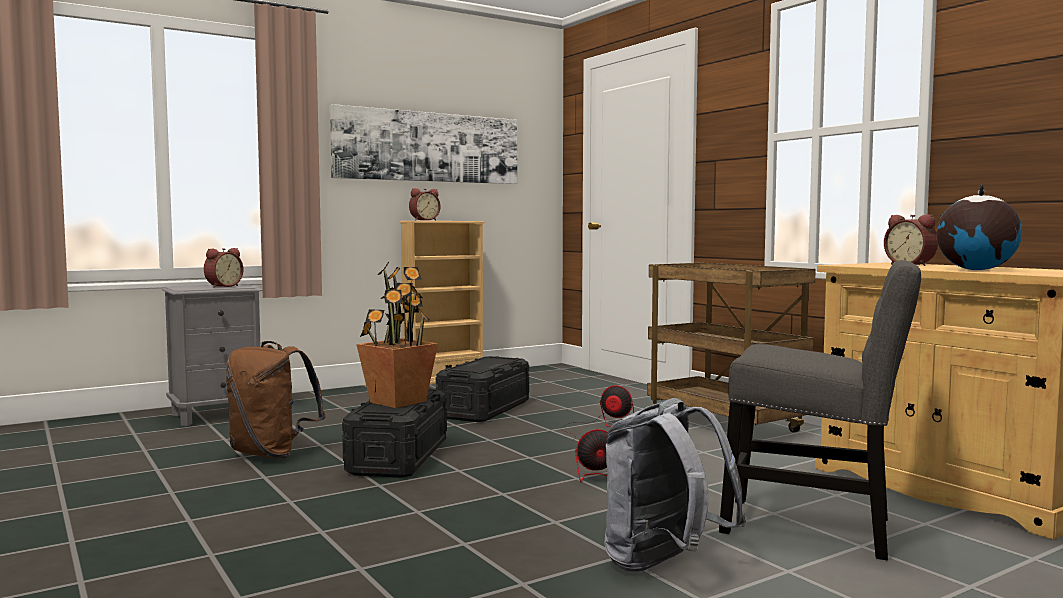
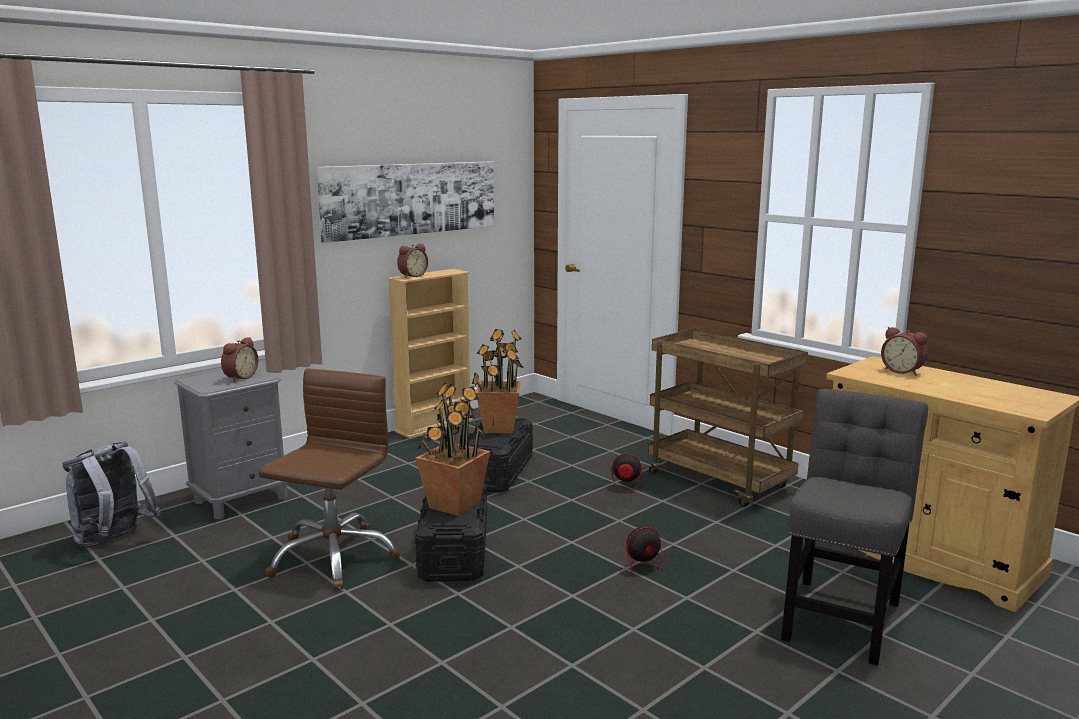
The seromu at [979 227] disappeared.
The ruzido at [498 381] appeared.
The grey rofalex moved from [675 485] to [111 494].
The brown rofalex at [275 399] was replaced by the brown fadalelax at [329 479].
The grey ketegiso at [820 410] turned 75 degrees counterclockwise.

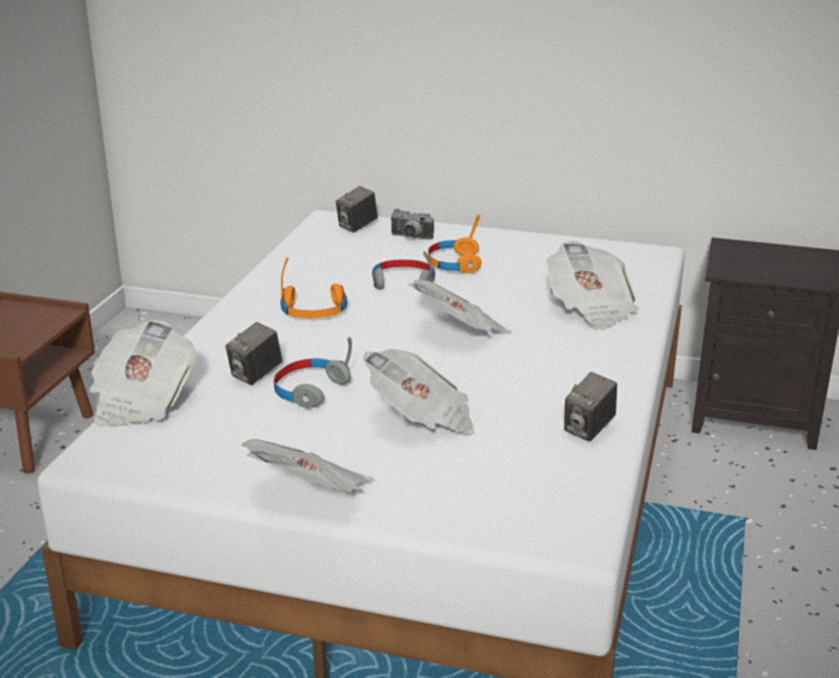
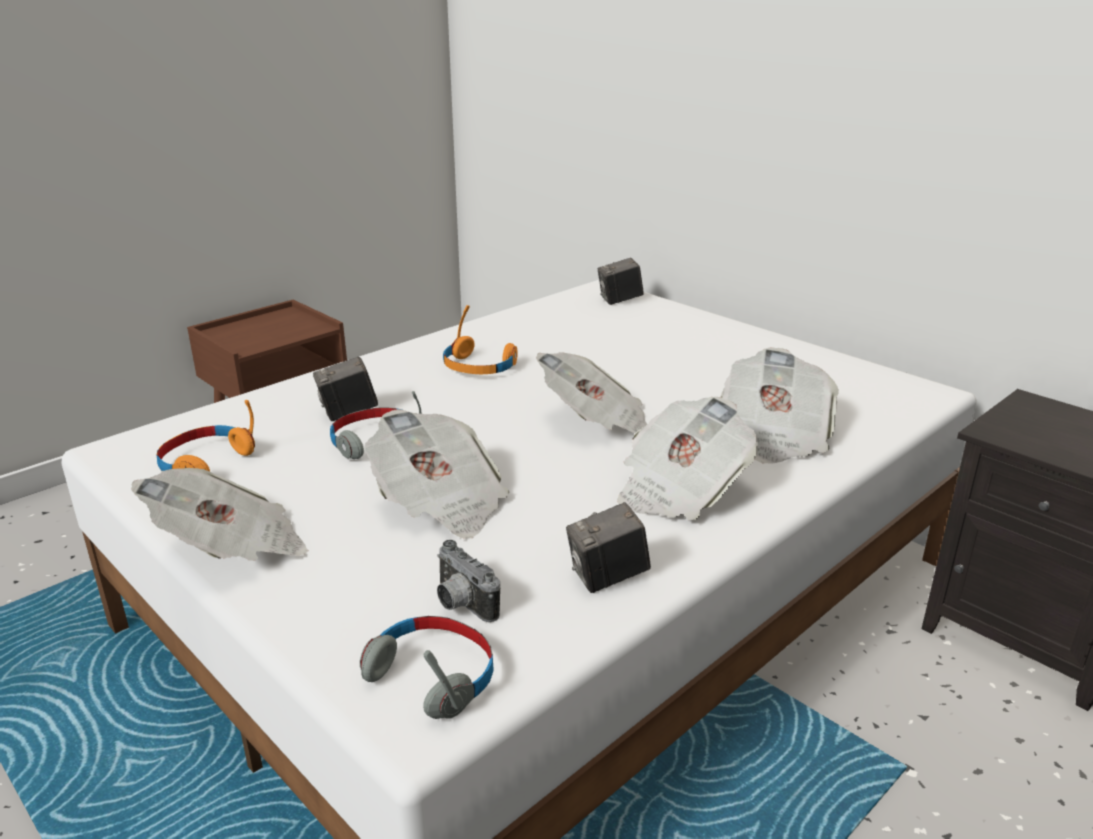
The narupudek moved from [143 373] to [687 458].
The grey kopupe moved from [403 270] to [426 667].
The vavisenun moved from [412 224] to [468 581].
The orange kopupe moved from [455 243] to [205 435].

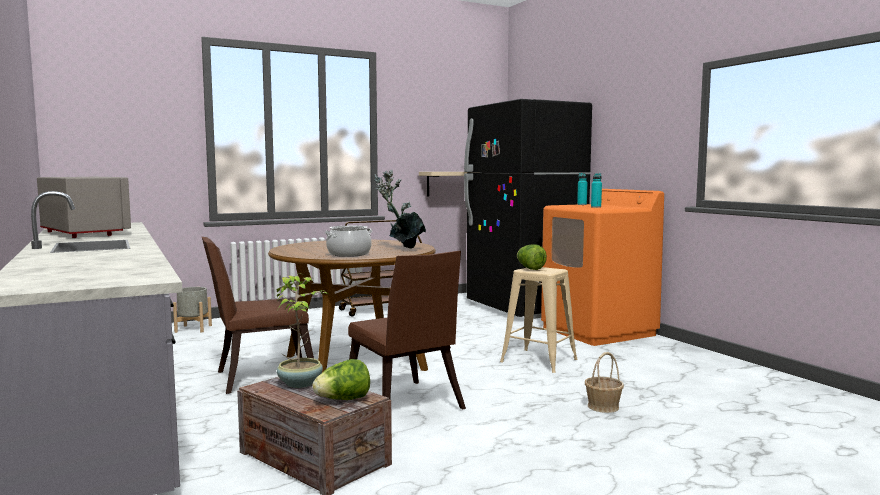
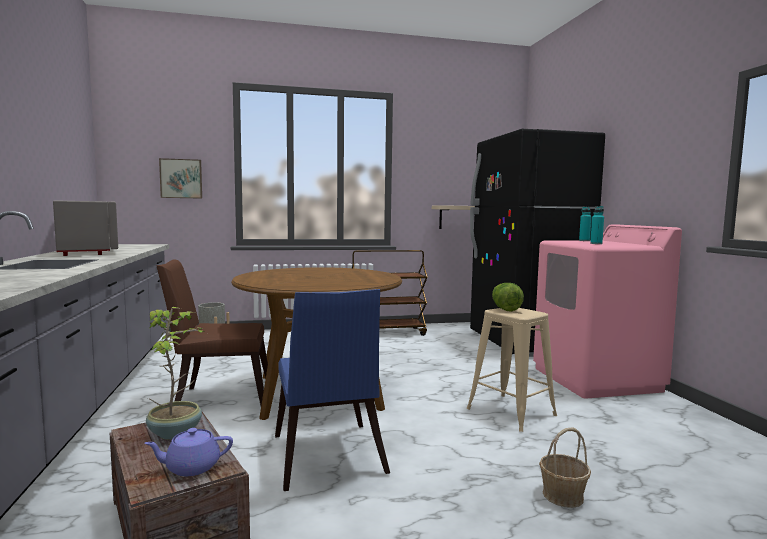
The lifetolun at [348 241] disappeared.
The ruzido at [400 209] disappeared.
The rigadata at [180 178] appeared.
The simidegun at [341 379] was replaced by the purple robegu at [188 452].
The brown ketegiso at [407 330] became the blue ketegiso at [332 390].
The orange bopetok at [602 267] became the pink bopetok at [607 311].

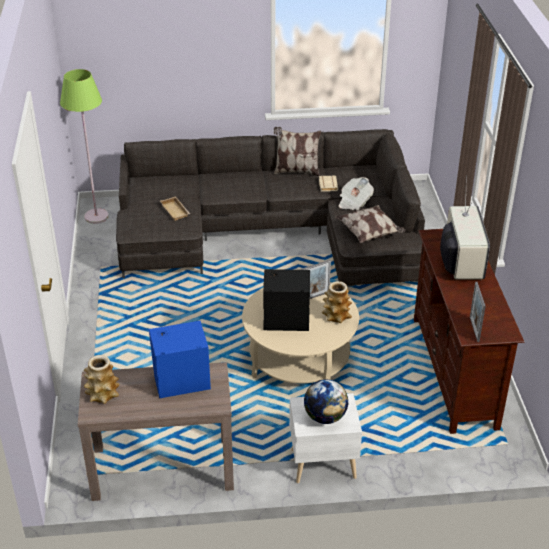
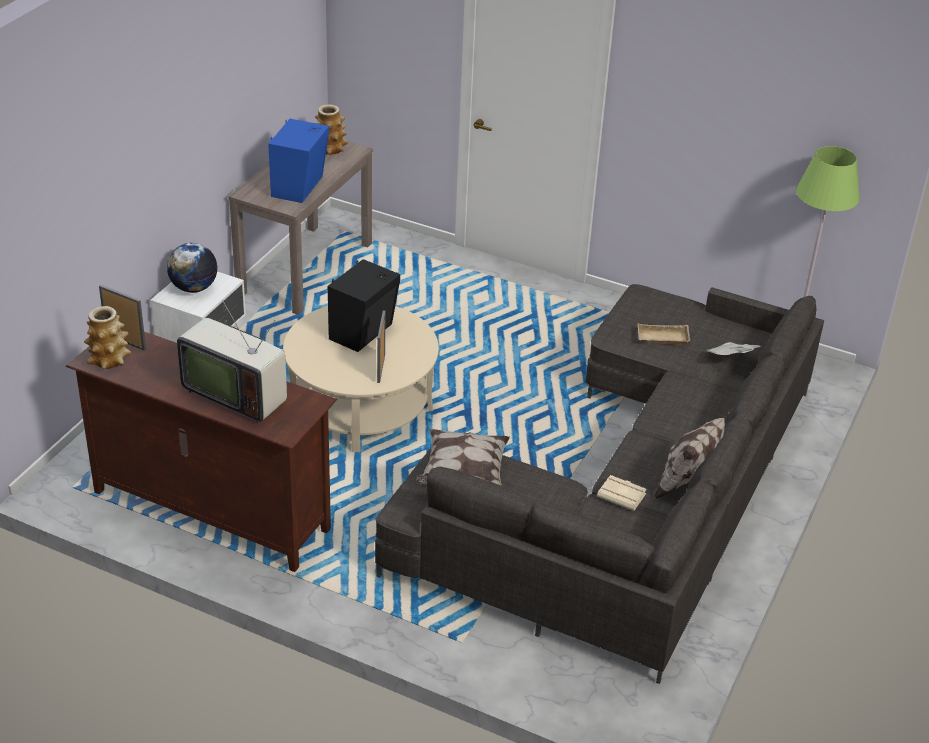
The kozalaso moved from [337 302] to [107 337].
The narupudek moved from [356 193] to [734 348].

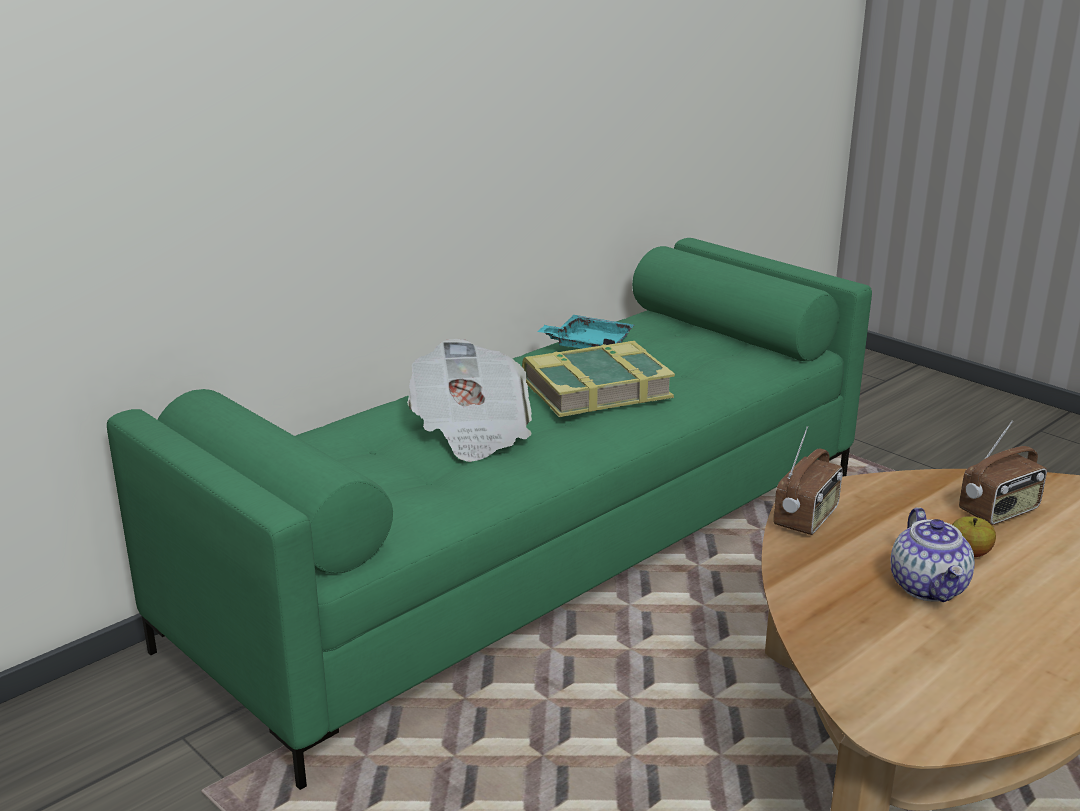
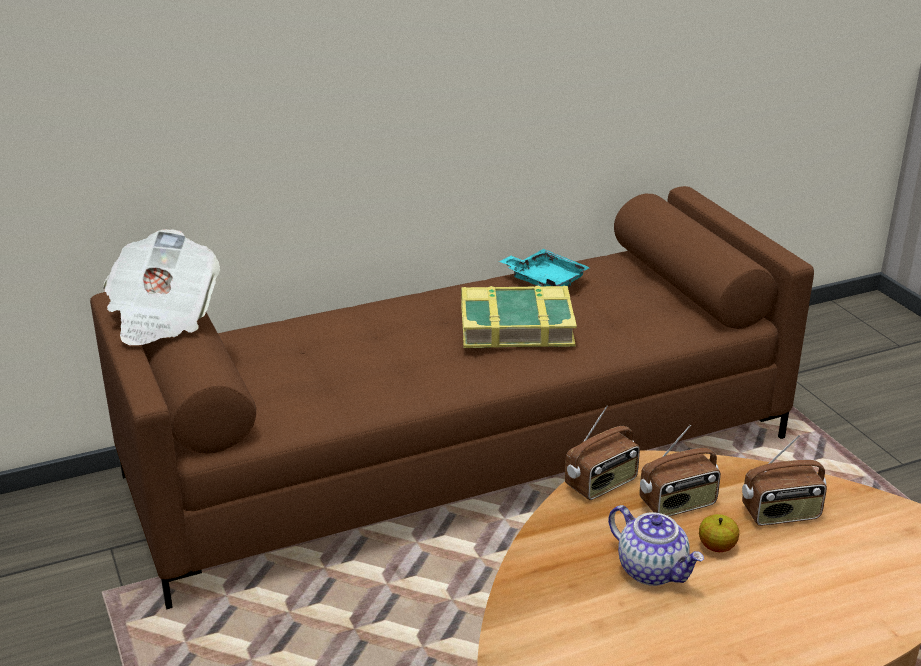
The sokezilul at [680 470] appeared.
The narupudek moved from [469 400] to [161 287].
The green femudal at [489 514] became the brown femudal at [452 397].
The robegu at [932 554] turned 60 degrees counterclockwise.

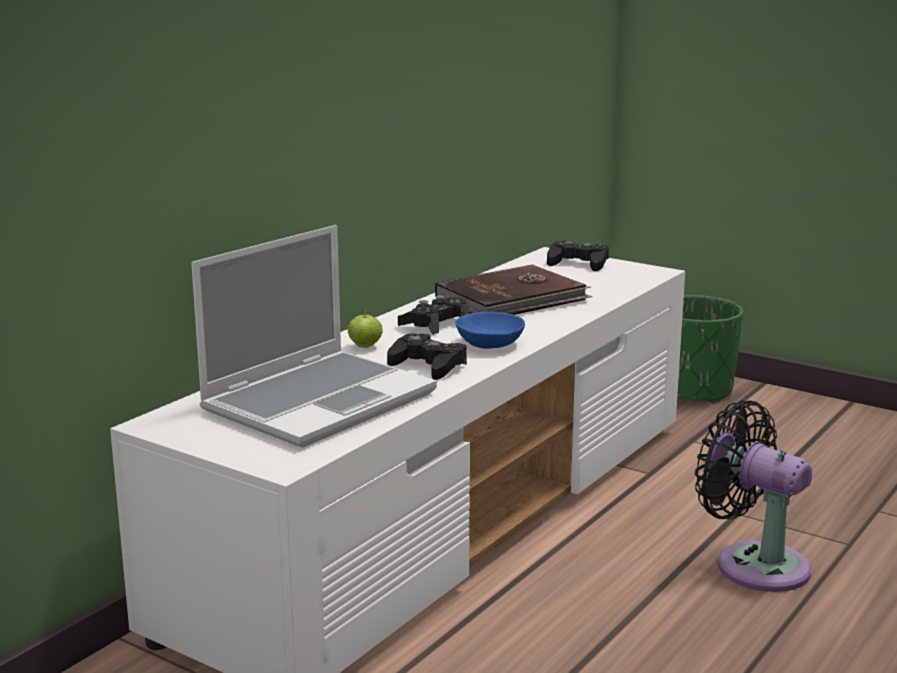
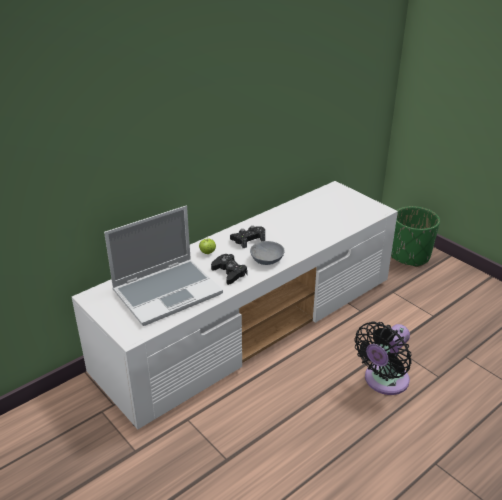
The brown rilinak at [513 290] disappeared.
The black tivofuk at [578 255] disappeared.
The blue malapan at [490 330] became the grey malapan at [267 253].
The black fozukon at [753 496] turned 105 degrees counterclockwise.

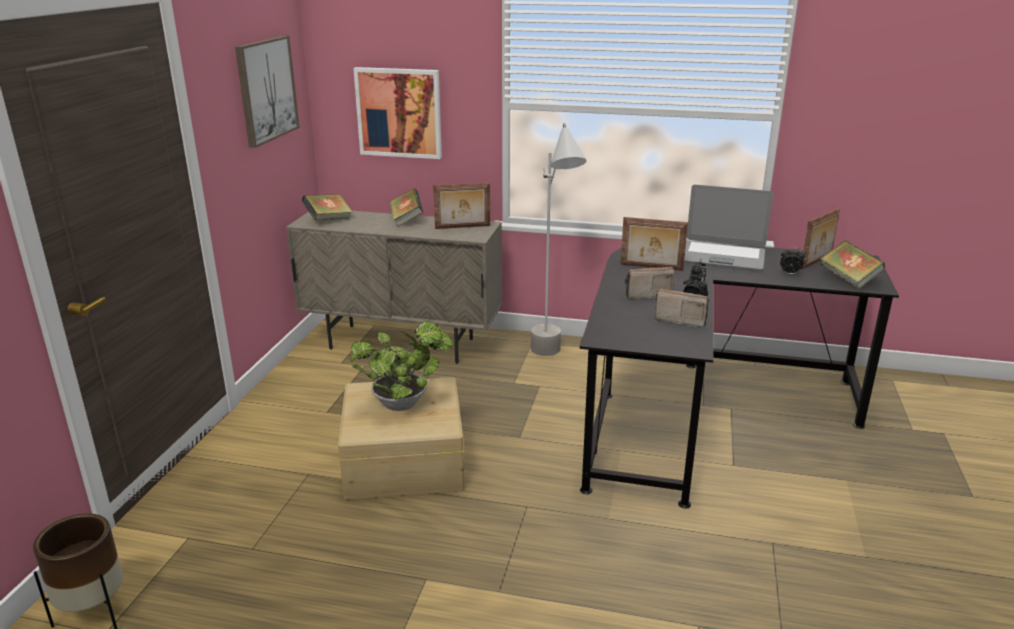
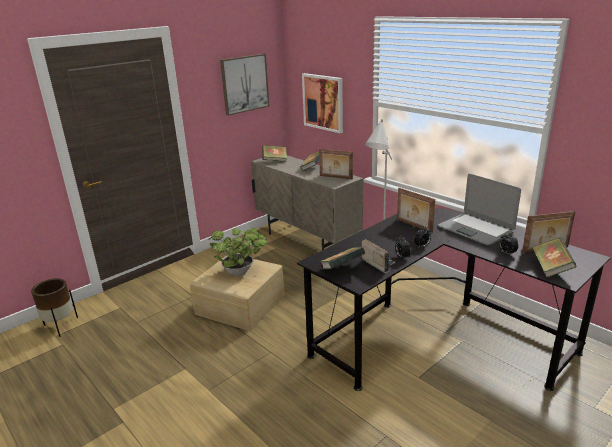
The sokezilul at [650 283] disappeared.
The rilinak at [342 258] appeared.

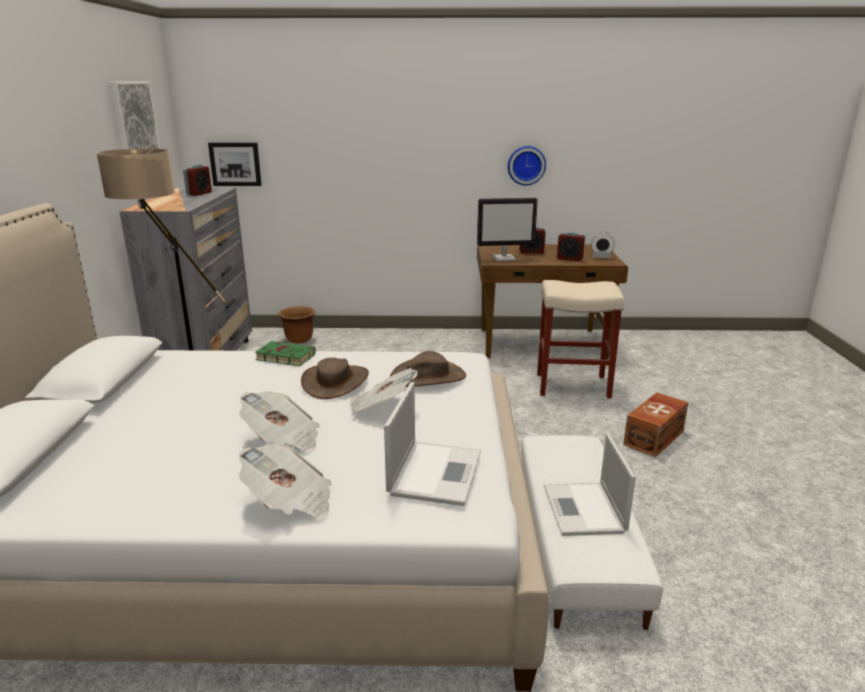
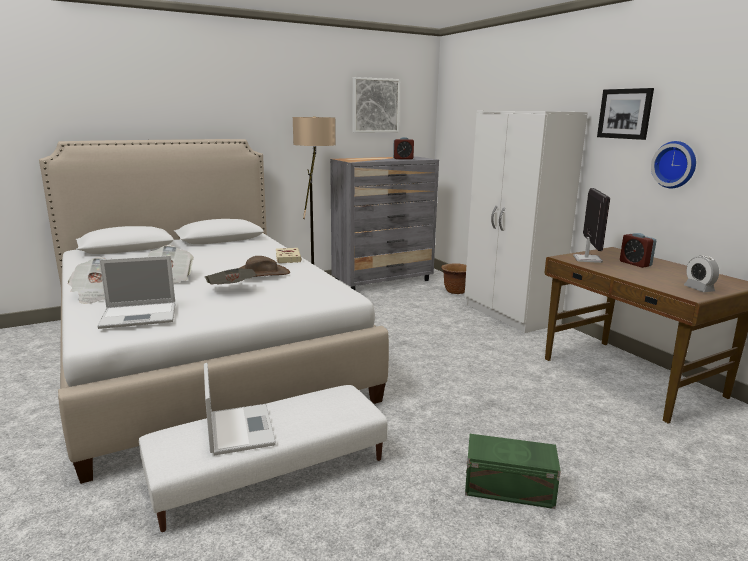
The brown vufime at [428 369] disappeared.
The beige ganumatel at [580 339] disappeared.
The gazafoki at [571 246] disappeared.
The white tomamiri at [526 222] appeared.
The rigadata moved from [235 164] to [625 114].
The green rilinak at [285 353] became the beige rilinak at [289 255].
The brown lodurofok at [655 425] became the green lodurofok at [513 471].
The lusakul at [507 229] turned 135 degrees counterclockwise.
The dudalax at [590 484] turned 105 degrees clockwise.

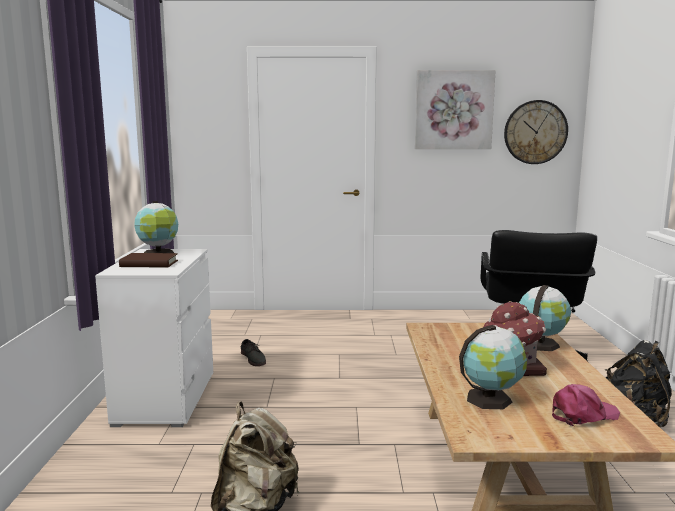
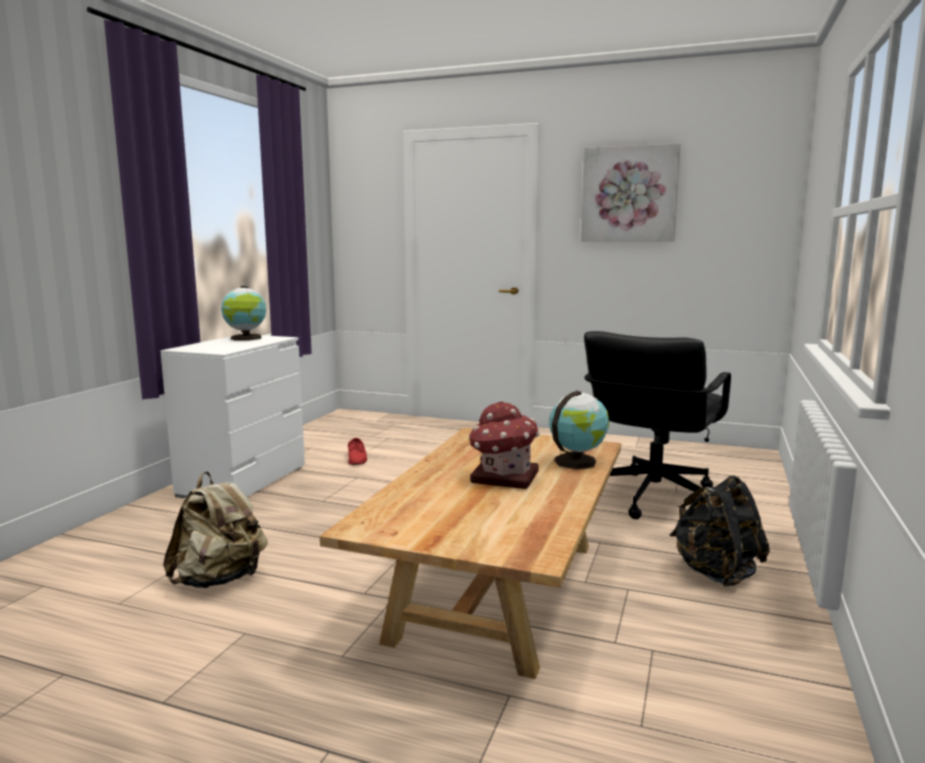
The brown rilinak at [148 260] disappeared.
The seromu at [493 367] disappeared.
The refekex at [536 132] disappeared.
The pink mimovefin at [586 405] disappeared.
The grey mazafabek at [253 352] became the red mazafabek at [357 451].

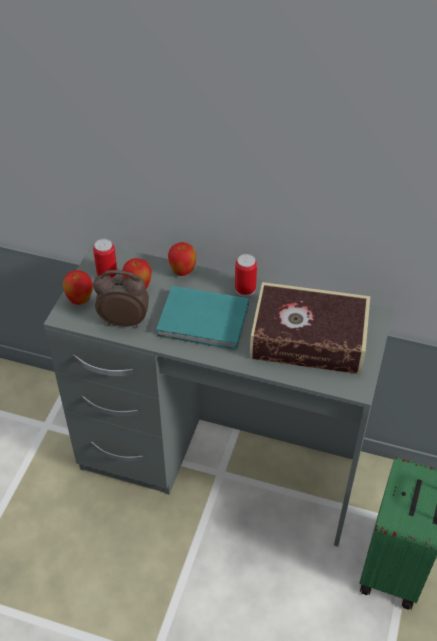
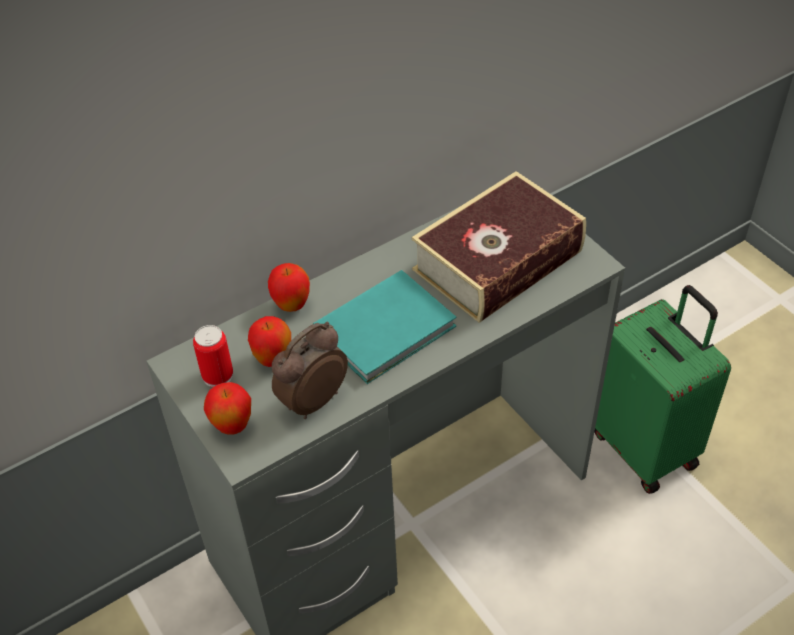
The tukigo at [246 275] disappeared.

